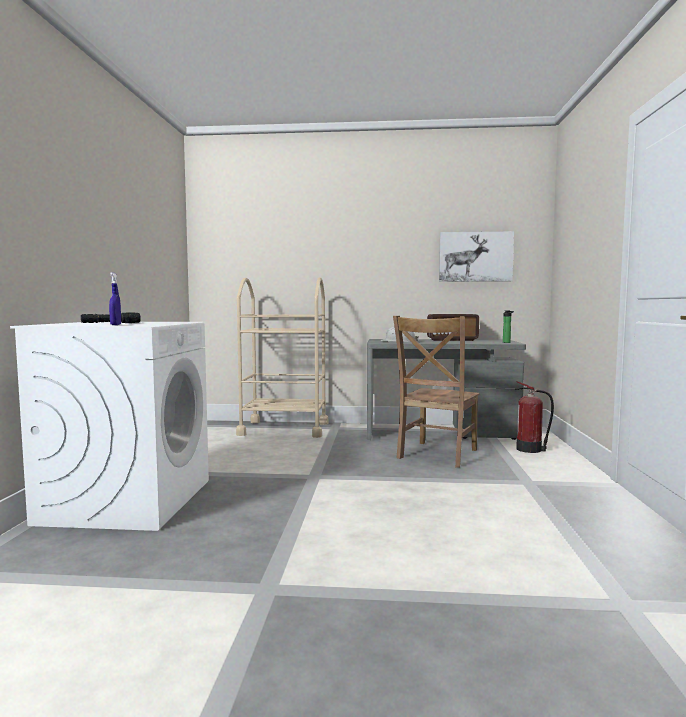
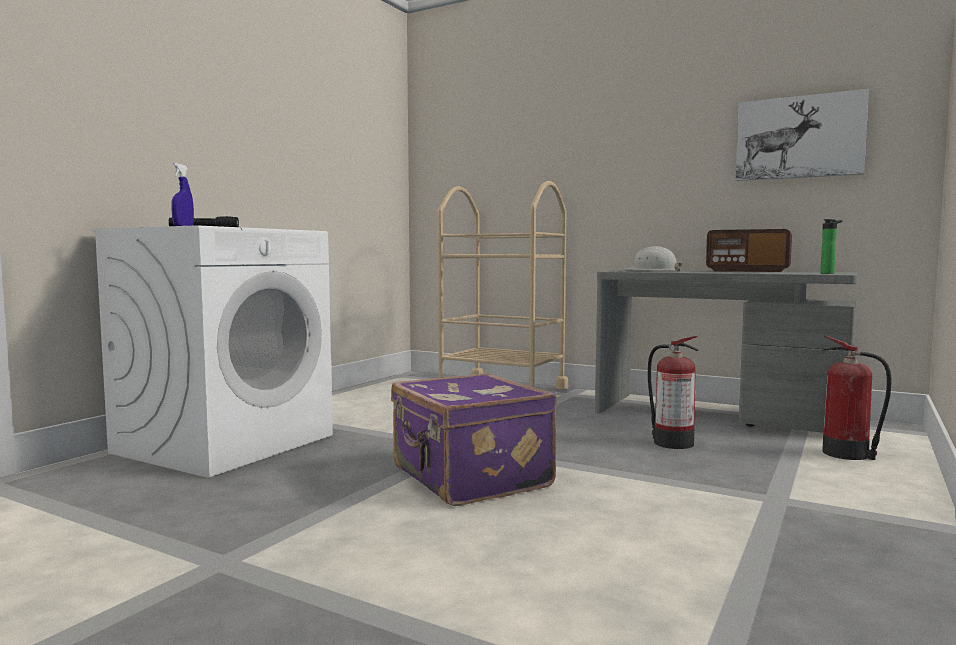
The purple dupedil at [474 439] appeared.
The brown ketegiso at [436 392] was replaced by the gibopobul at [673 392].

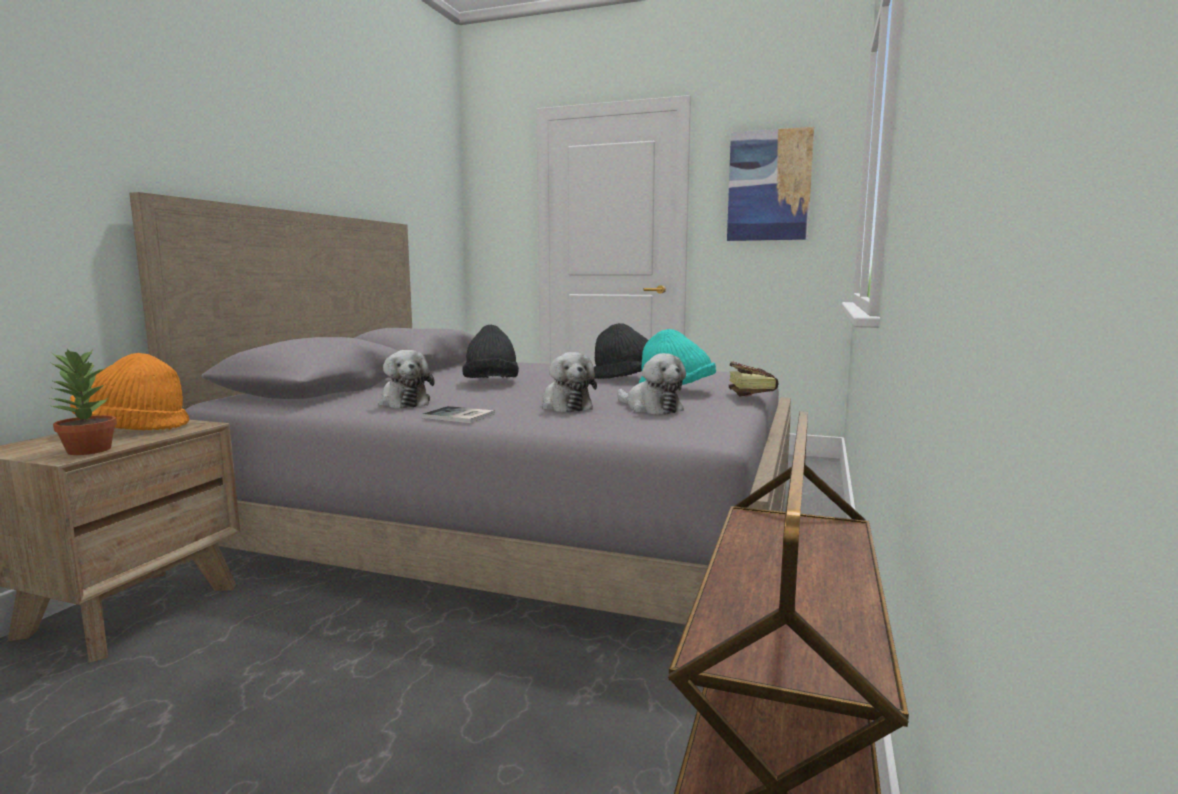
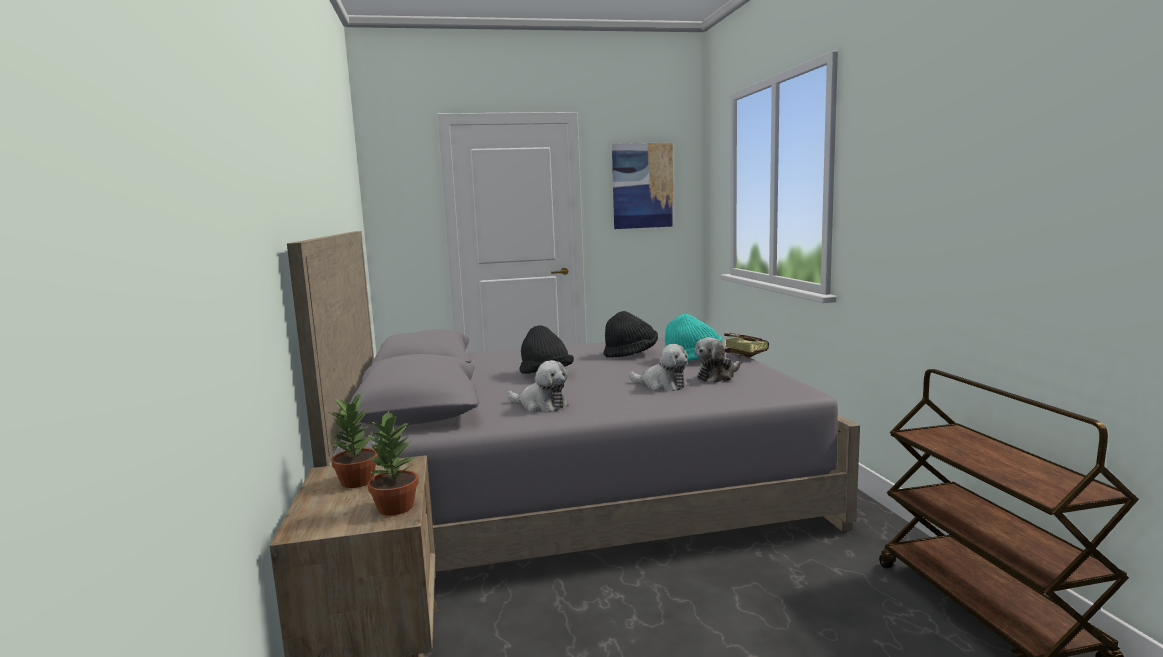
The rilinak at [458 414] disappeared.
The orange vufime at [129 391] was replaced by the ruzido at [353 440].
The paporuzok at [651 384] turned 120 degrees clockwise.

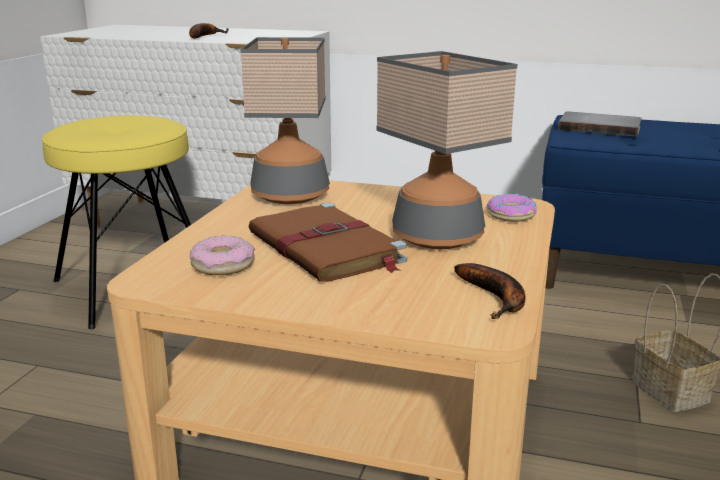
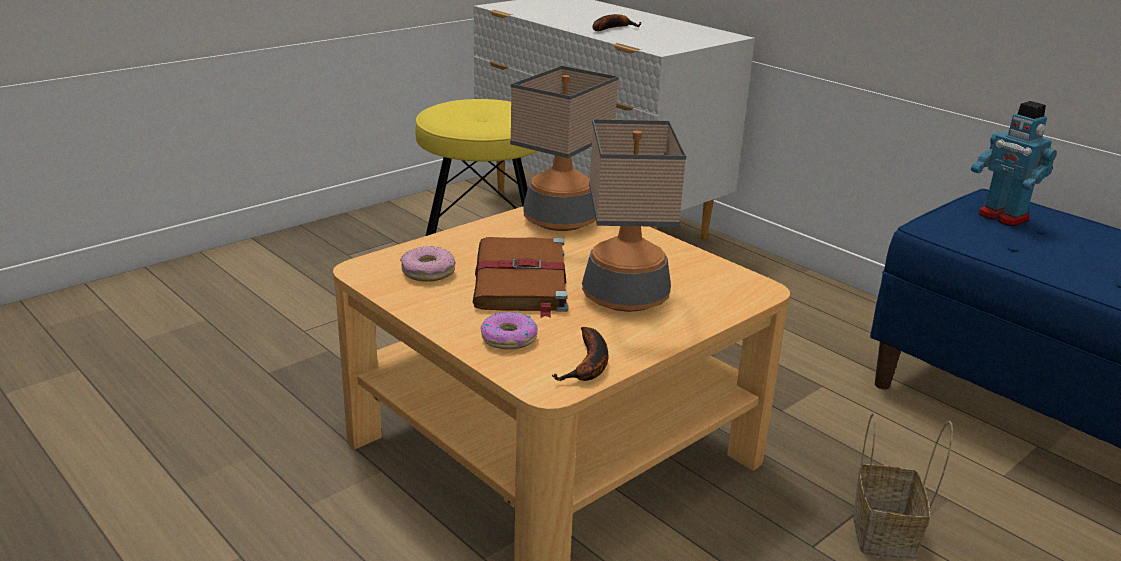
The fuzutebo moved from [511 208] to [509 330].
The grey rilinak at [600 124] was replaced by the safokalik at [1014 163].

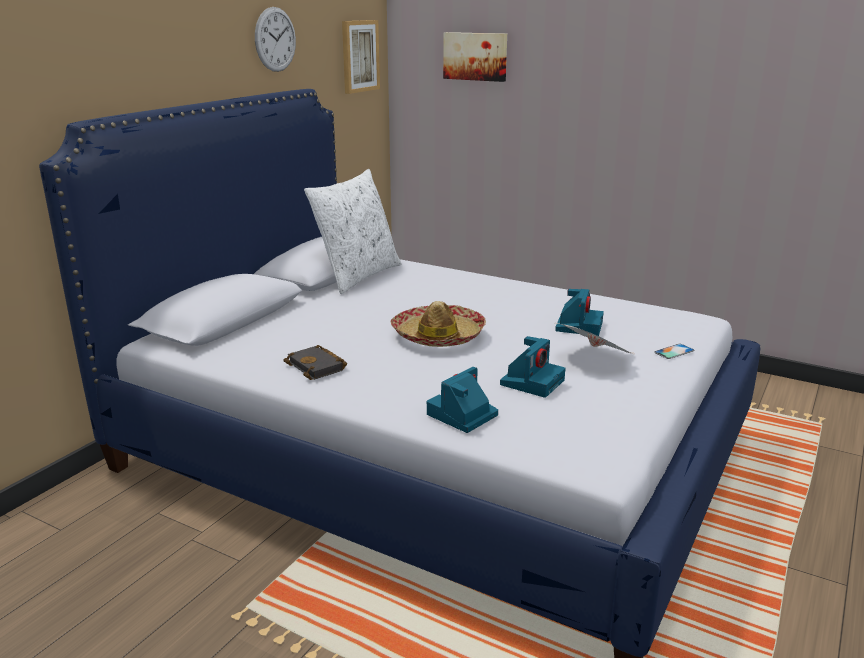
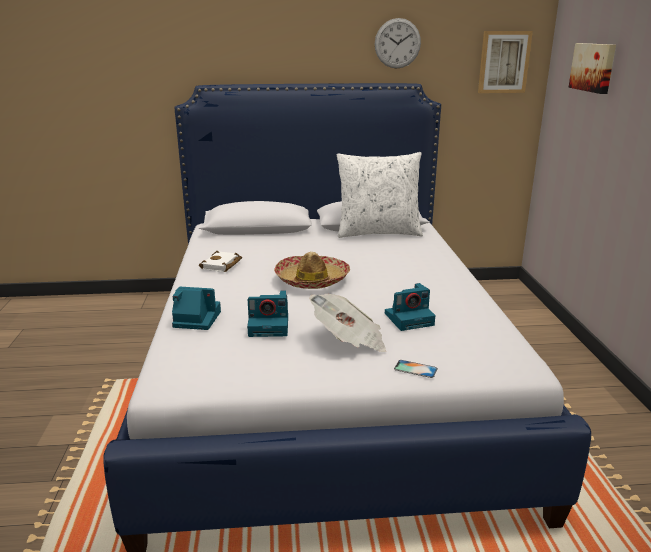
The black rilinak at [315 362] became the white rilinak at [220 261].

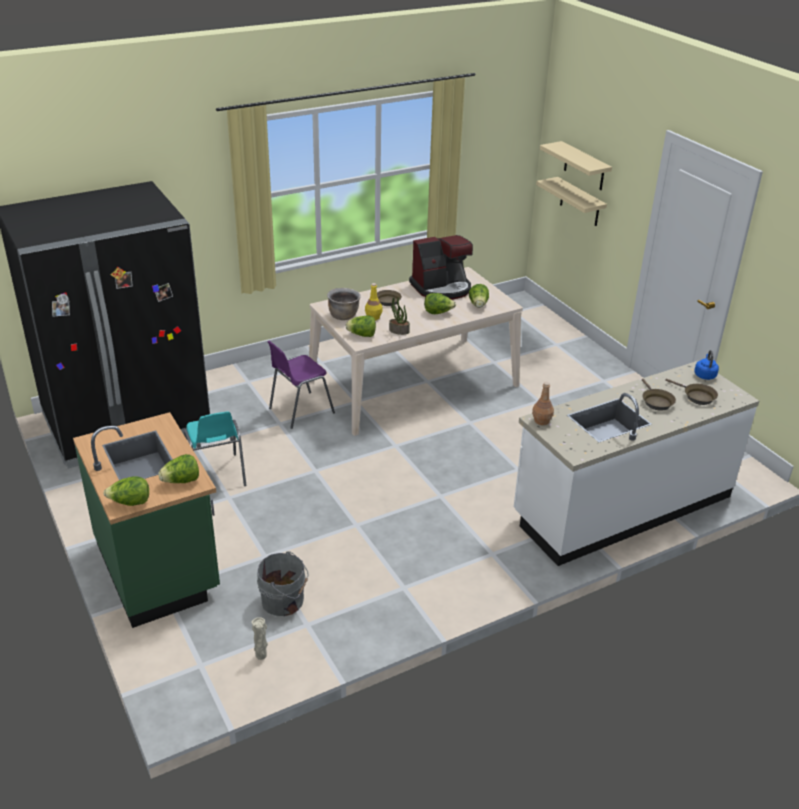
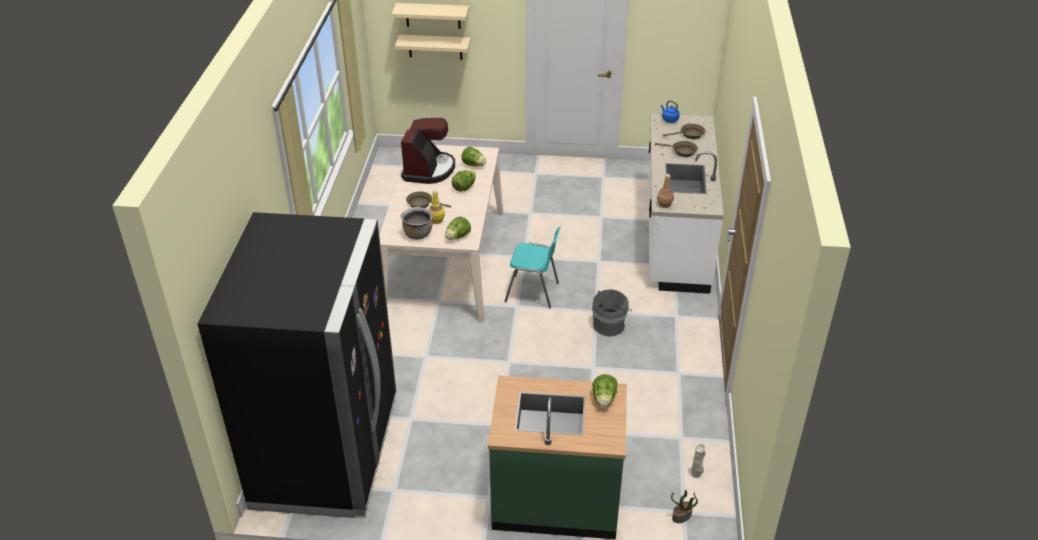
The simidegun at [126 491] disappeared.
The purple ketegiso at [301 385] disappeared.
The turquoise ketegiso moved from [215 448] to [532 267].
The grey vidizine moved from [283 583] to [612 313].
The ruzido moved from [399 316] to [684 506].

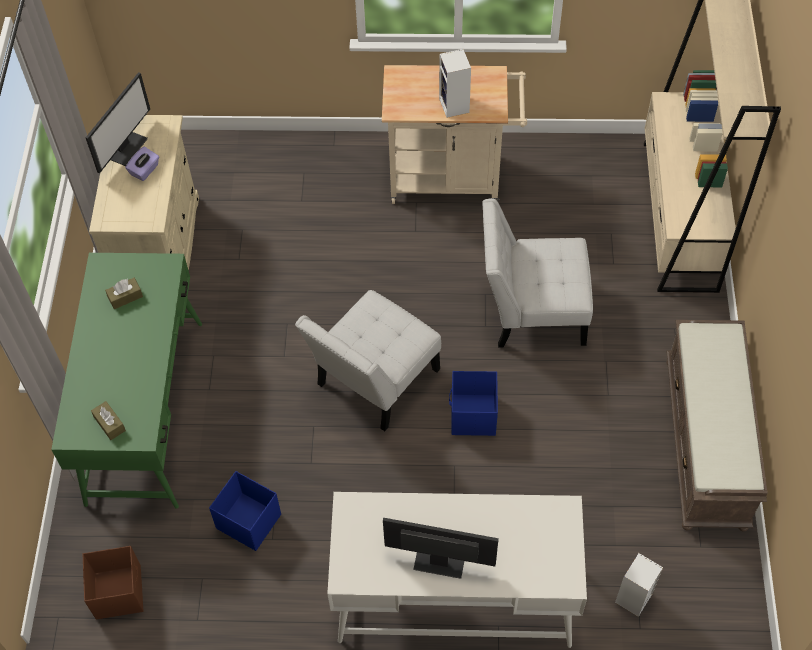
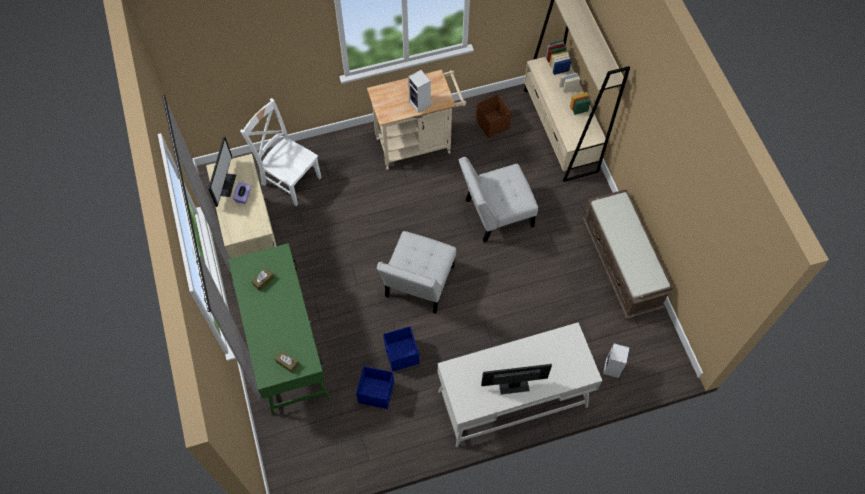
The white ketegiso at [281 152] appeared.
The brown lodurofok moved from [113 583] to [494 116].
The blue lodurofok moved from [473 403] to [401 348].

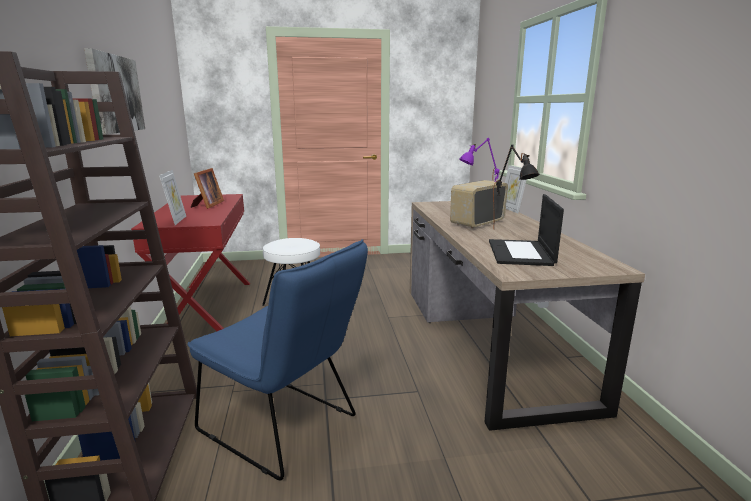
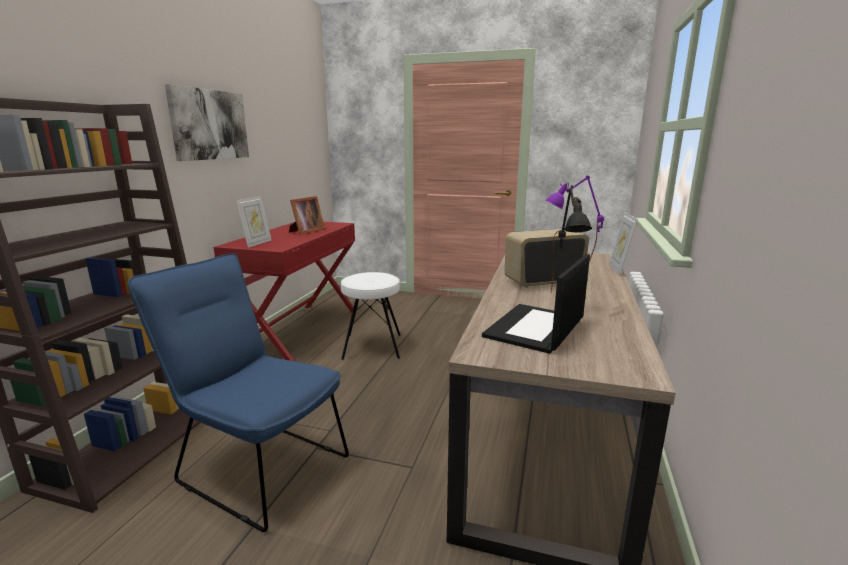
The blue ketegiso at [277 360] turned 150 degrees clockwise.

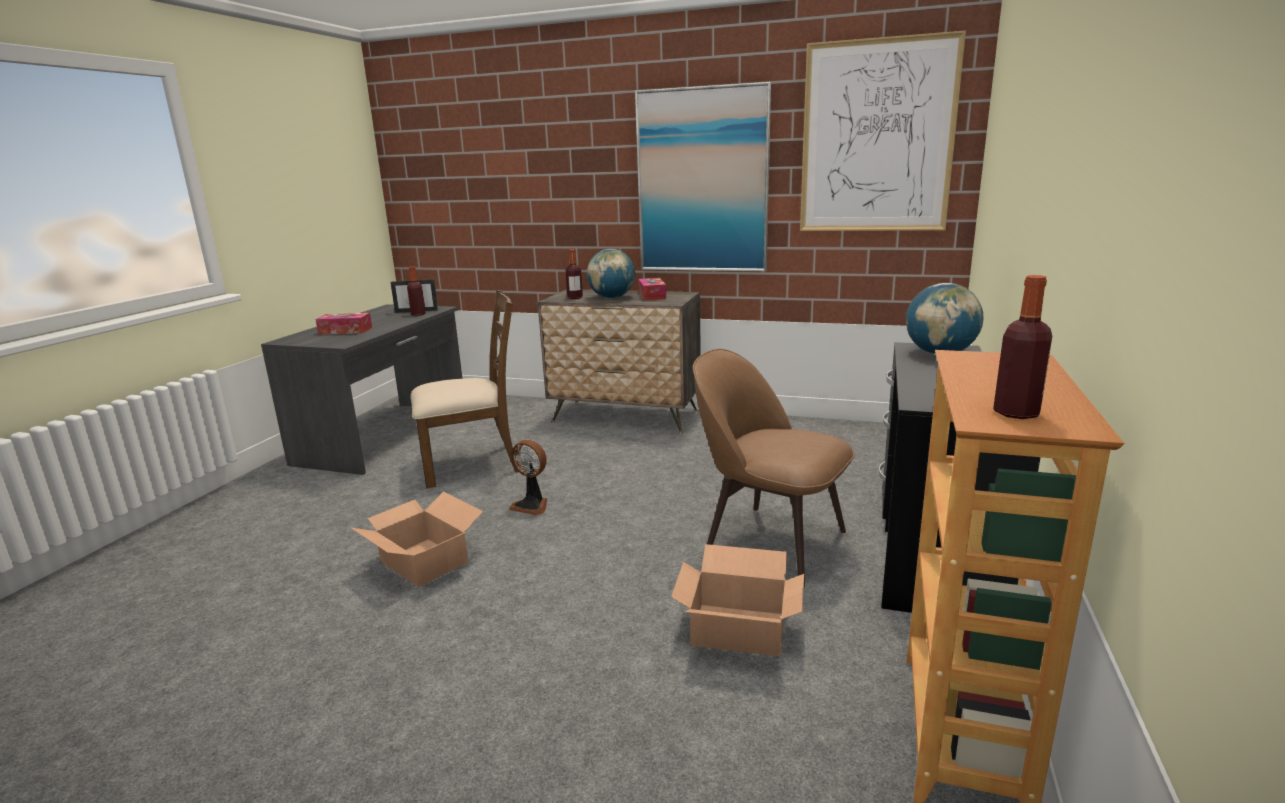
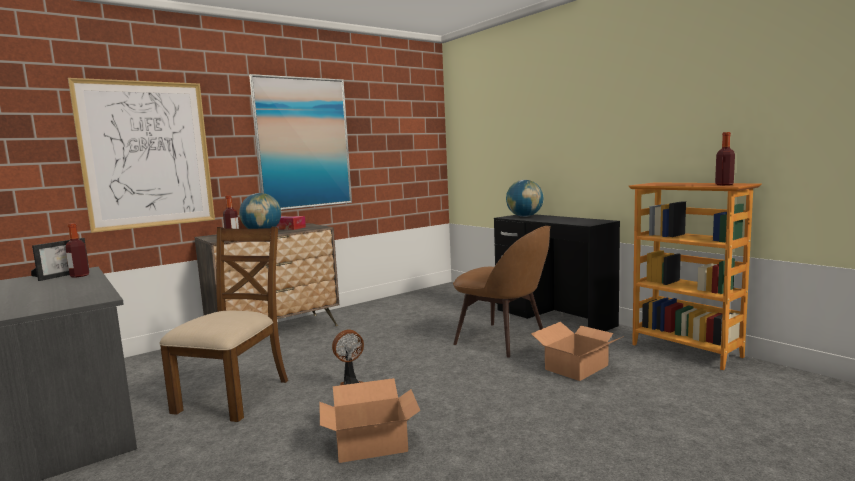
The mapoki at [343 324] disappeared.
The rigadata moved from [883 131] to [141 155].
The brown ketegiso at [774 468] turned 120 degrees counterclockwise.

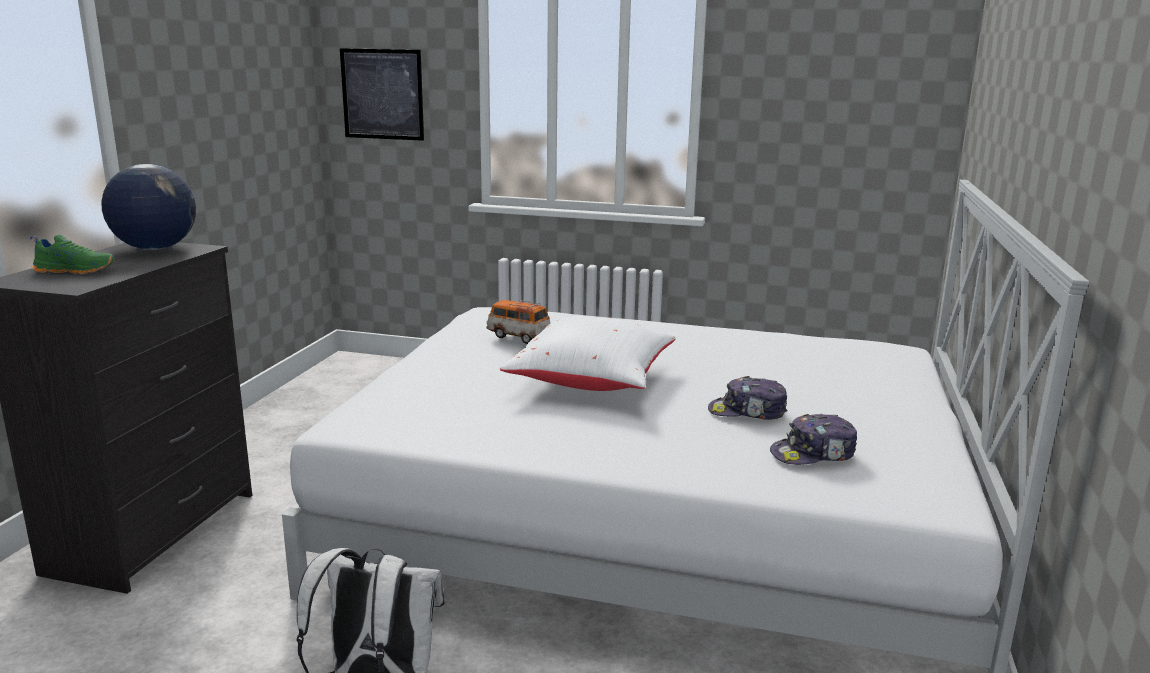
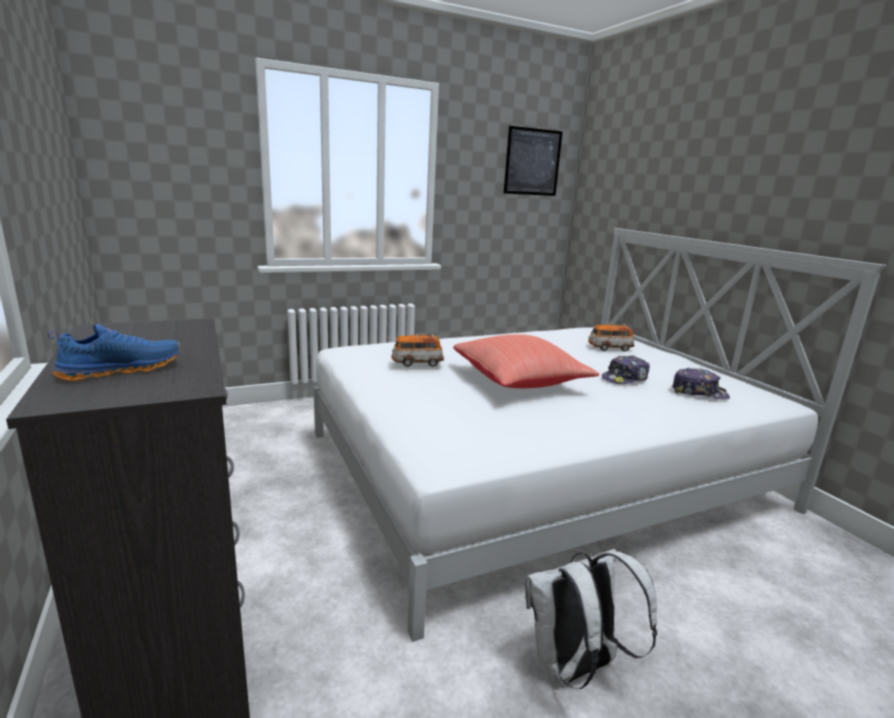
The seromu at [148 207] disappeared.
The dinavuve at [611 338] appeared.
The rigadata moved from [382 94] to [533 161].
The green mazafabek at [72 254] became the blue mazafabek at [114 352].
The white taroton at [588 353] became the red taroton at [526 361].
The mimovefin at [813 439] turned 105 degrees counterclockwise.

